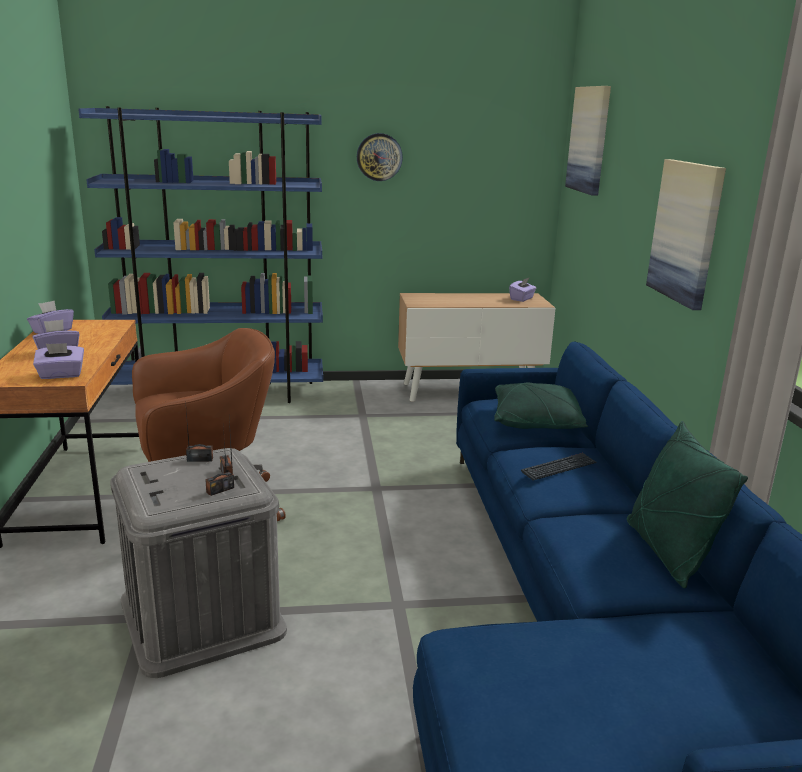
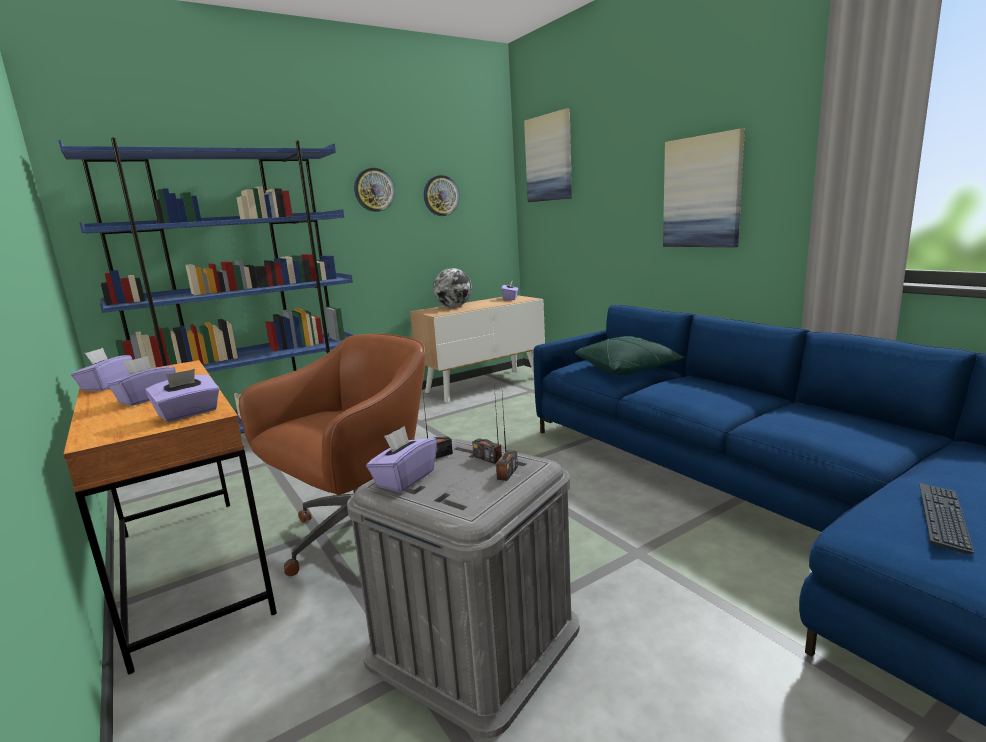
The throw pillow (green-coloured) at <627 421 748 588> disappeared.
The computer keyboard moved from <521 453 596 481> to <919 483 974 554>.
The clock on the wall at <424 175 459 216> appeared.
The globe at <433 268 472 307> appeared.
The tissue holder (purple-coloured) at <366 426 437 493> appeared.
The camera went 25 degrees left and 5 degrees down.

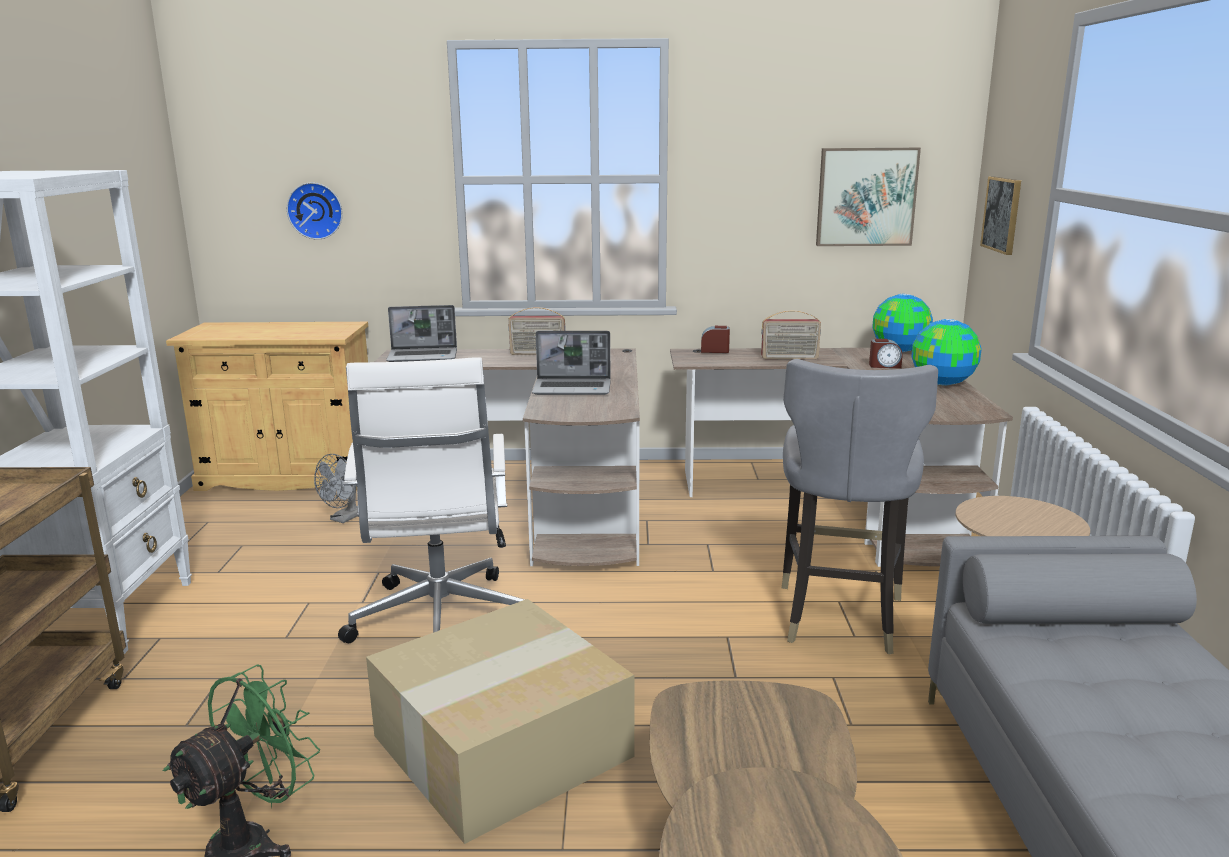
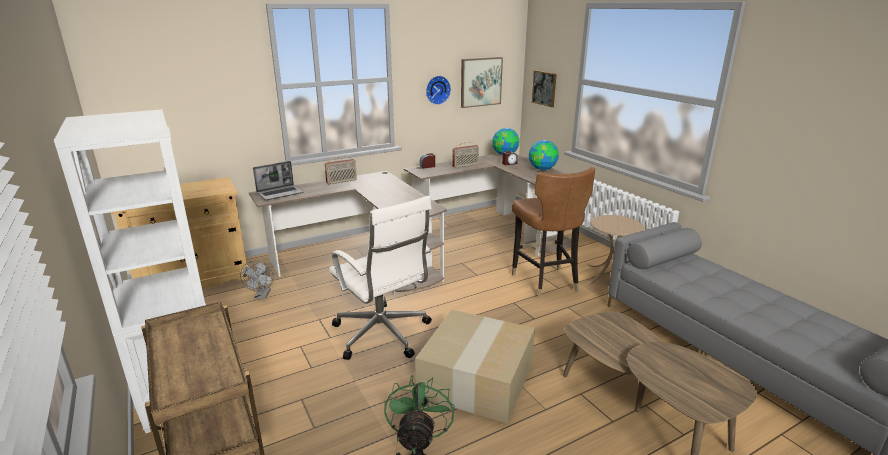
The clock on the wall moved from <287 182 343 240> to <426 76 451 105>.
The laptop at <532 331 611 395> disappeared.
The chair (grey) at <782 359 938 654> became the chair (brown) at <512 167 595 298>.
The camera went 30 degrees left and 5 degrees up.

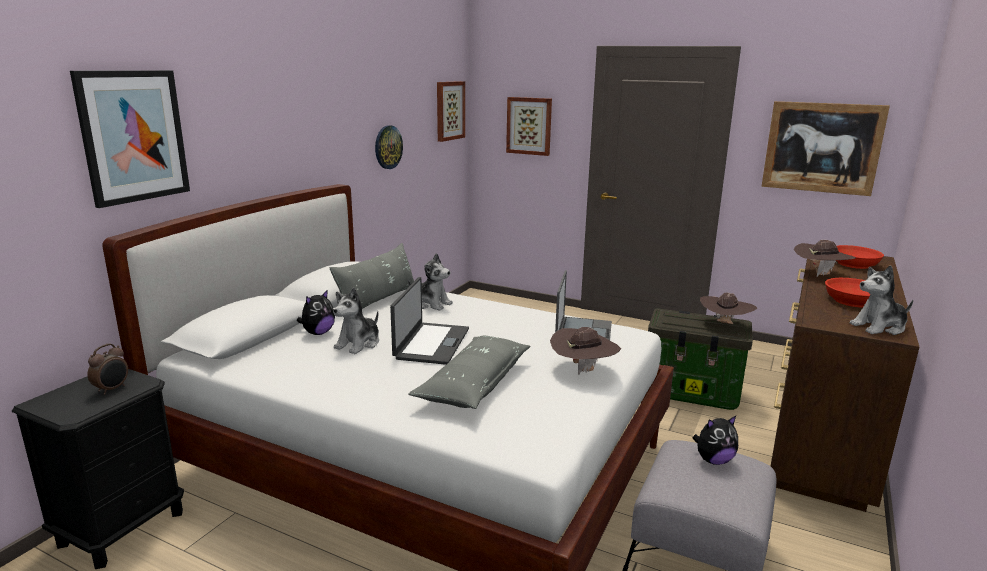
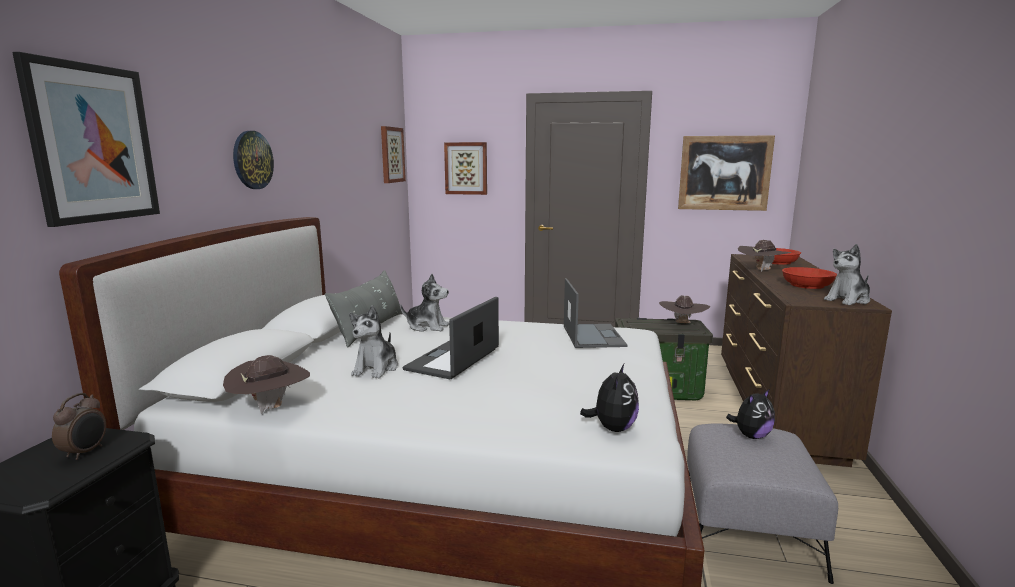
The clock on the wall moved from <375 125 403 169> to <233 131 274 189>.
The laptop at <390 277 469 365> turned 150 degrees counterclockwise.
The plush toy moved from <297 289 335 335> to <580 364 639 432>.
The hat (brown) moved from <550 327 621 375> to <223 355 310 414>.
The throw pillow (grey) at <408 336 530 409> disappeared.
The camera went 15 degrees left and 5 degrees down.

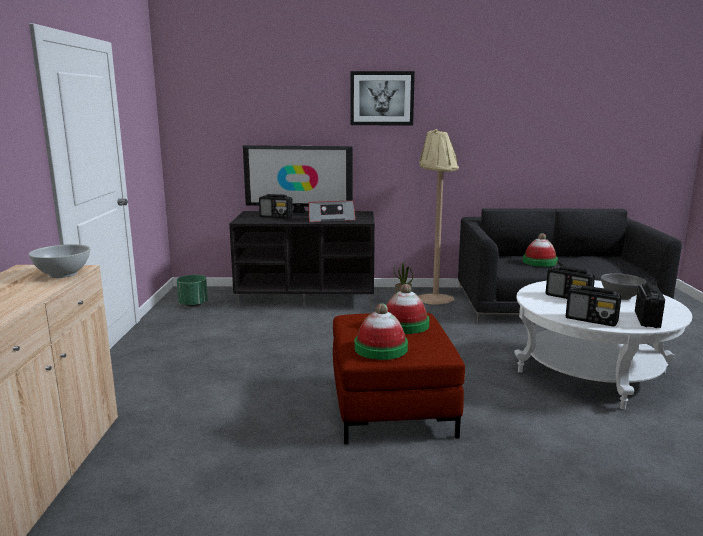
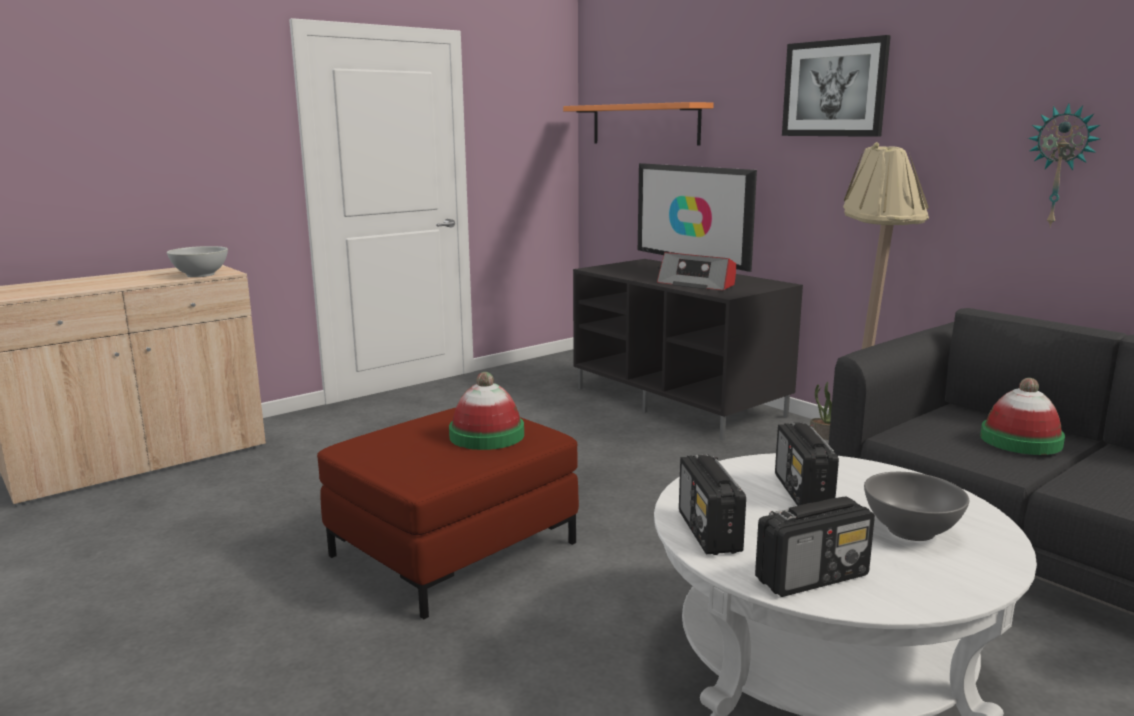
The radio at <259 194 293 219> disappeared.
The flower pot (green-coloured) at <177 275 208 307> disappeared.
The hat at <355 303 408 360> disappeared.
The bracket shelf (orange-coloured) at <563 102 714 146> appeared.
The clock on the wall at <1028 103 1100 228> appeared.
The camera went 50 degrees right and 0 degrees up.

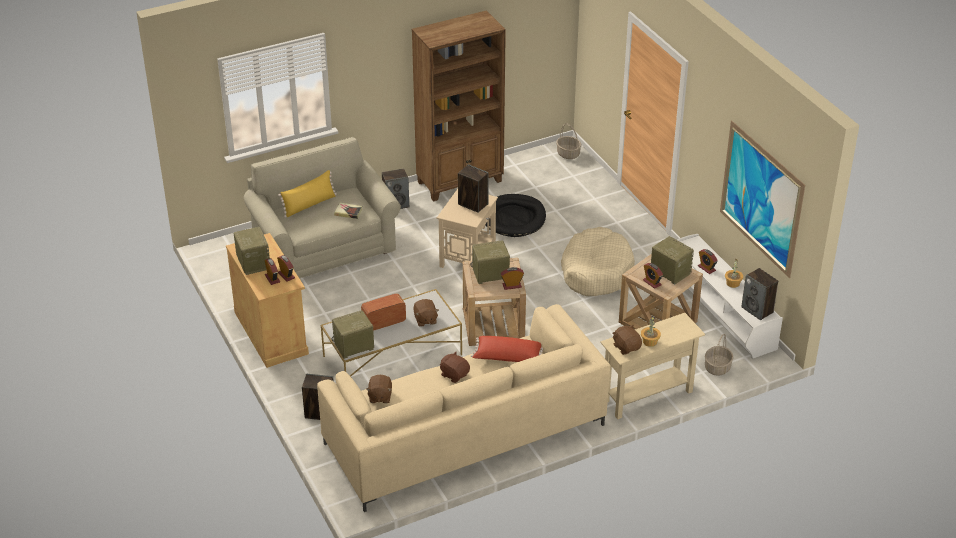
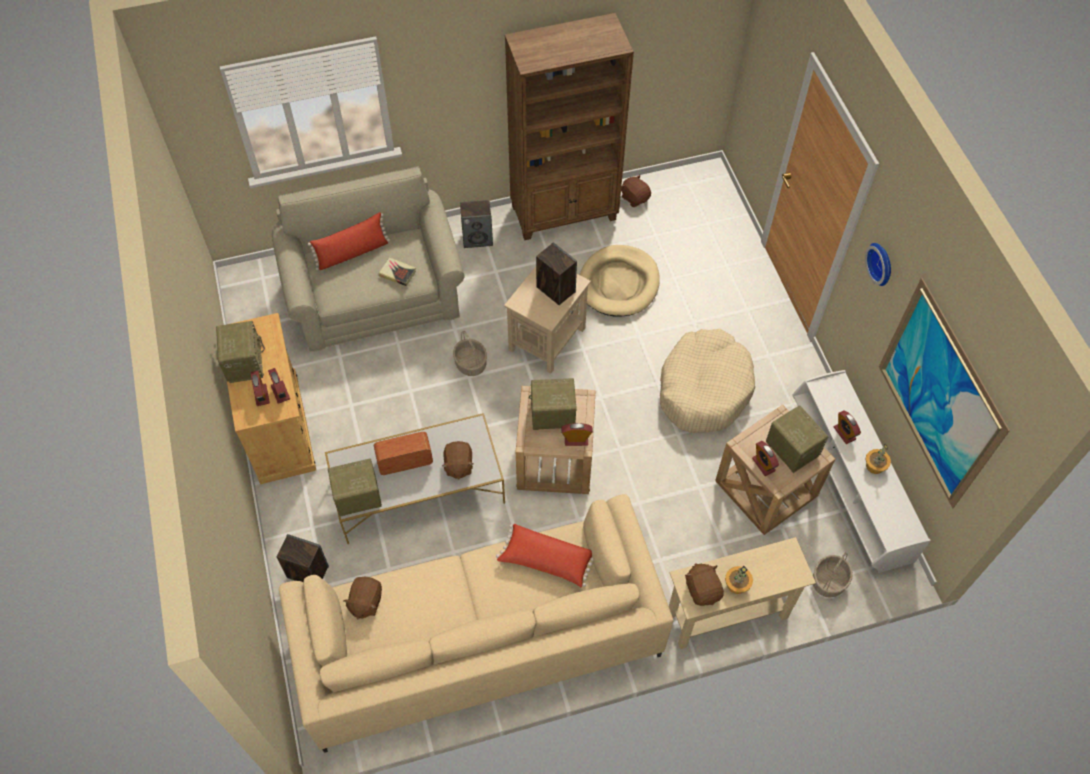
The basket moved from <556 123 581 159> to <453 331 487 376>.
The throw pillow (yellow-coloured) at <278 170 337 218> became the throw pillow (red) at <308 212 390 270>.
The dog bed (black) at <485 194 546 237> became the dog bed (beige-coloured) at <580 245 660 317>.
The loudspeaker at <741 268 778 320> disappeared.
The plush toy (brown) moved from <440 352 470 383> to <621 175 651 207>.
The clock on the wall at <865 243 891 286> appeared.
The camera went 10 degrees right and 20 degrees up.

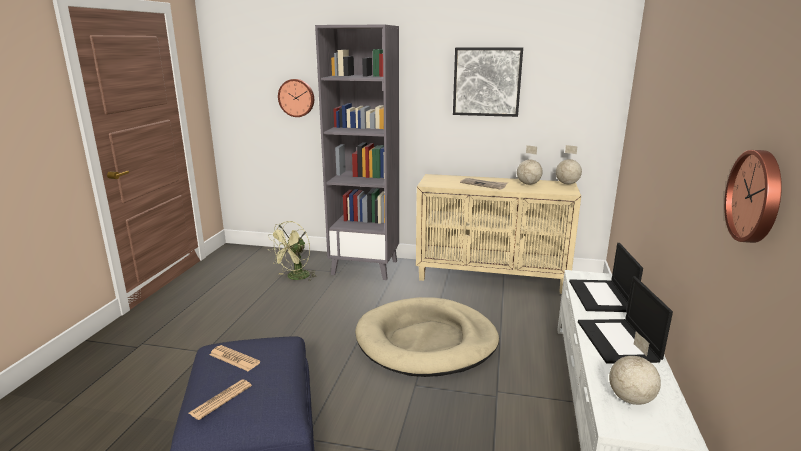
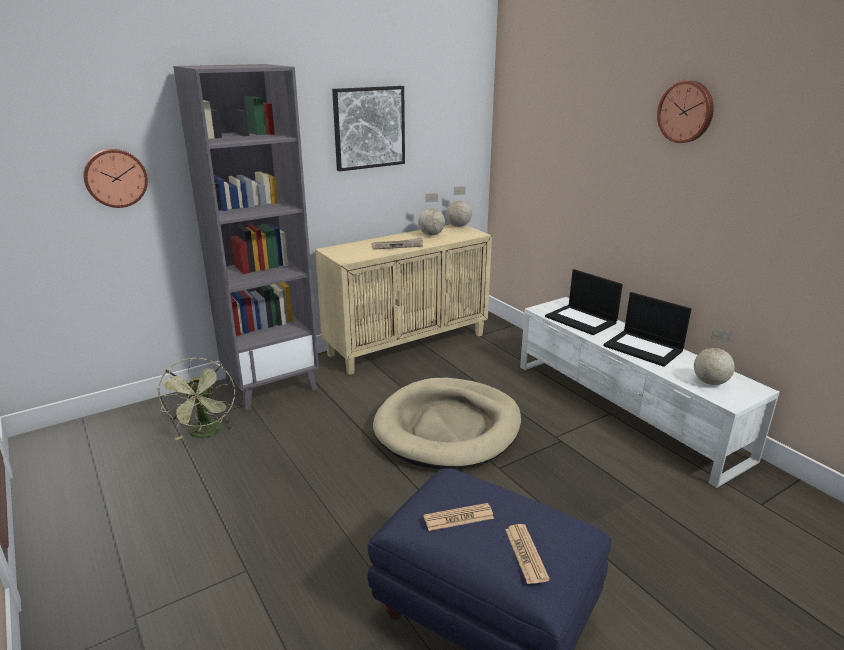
The clock on the wall moved from <724 150 782 243> to <657 81 714 143>.
The camera went 45 degrees left and 5 degrees up.

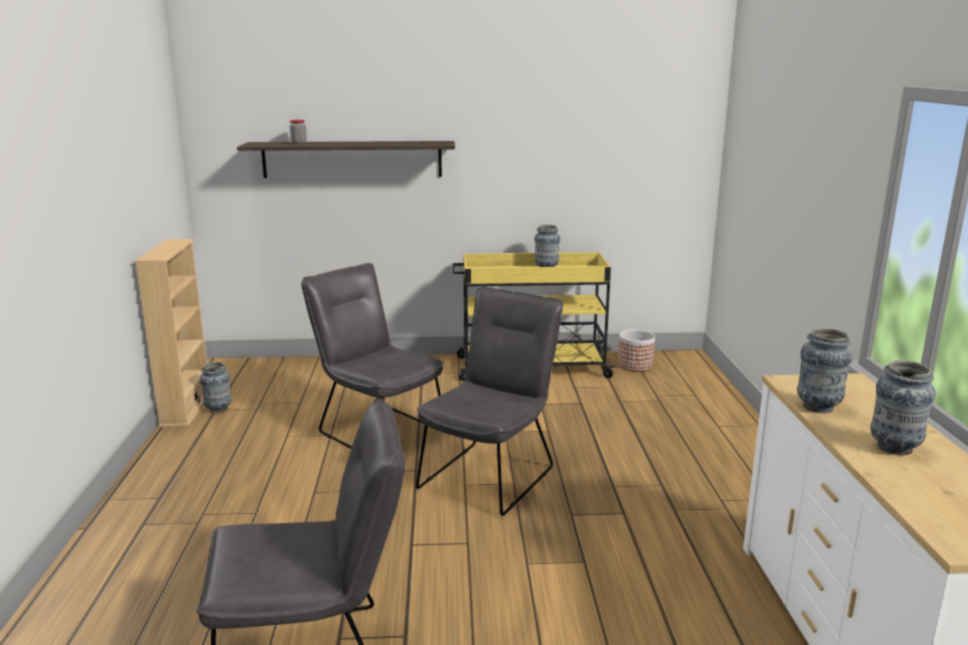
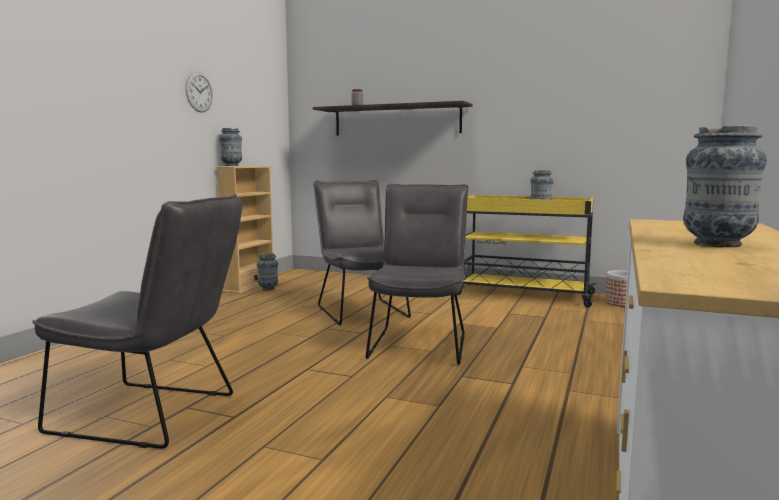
The chair (grey) at <416 286 563 516> turned 45 degrees counterclockwise.
The flower vase moved from <797 328 853 413> to <219 128 242 166>.
The clock on the wall at <186 72 213 113> appeared.
The camera went 25 degrees right and 10 degrees down.

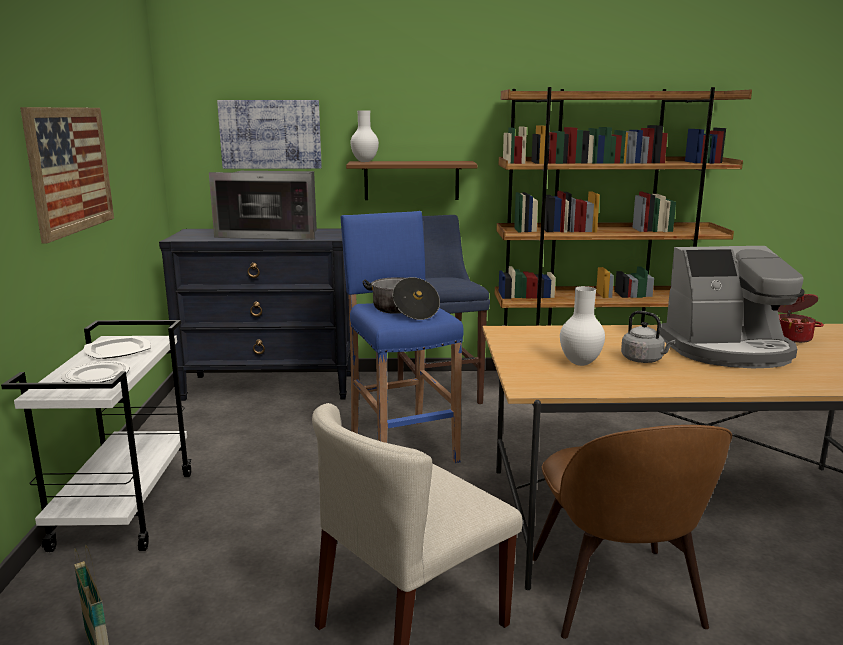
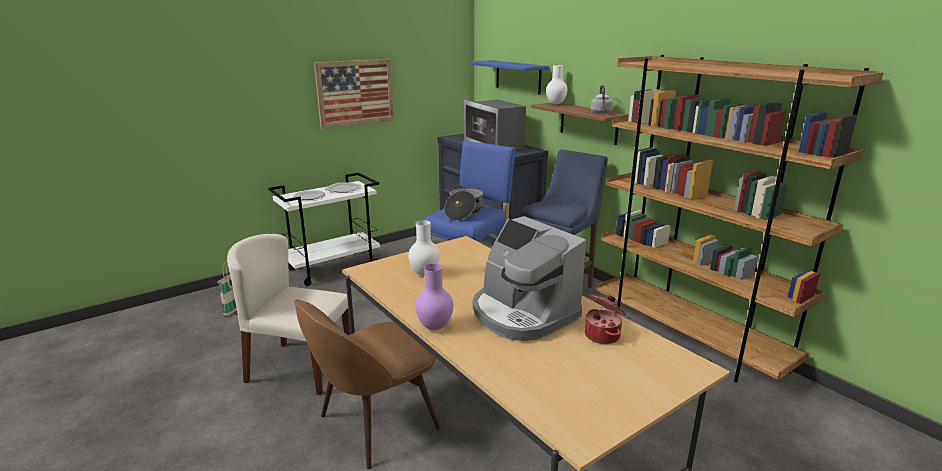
The wall art at <217 100 322 169> was replaced by the bracket shelf (blue-coloured) at <468 60 549 95>.
The kettle (grey) moved from <621 311 675 363> to <591 85 614 114>.
The flower vase (purple-coloured) at <415 264 453 330> appeared.
The camera went 55 degrees right and 5 degrees up.

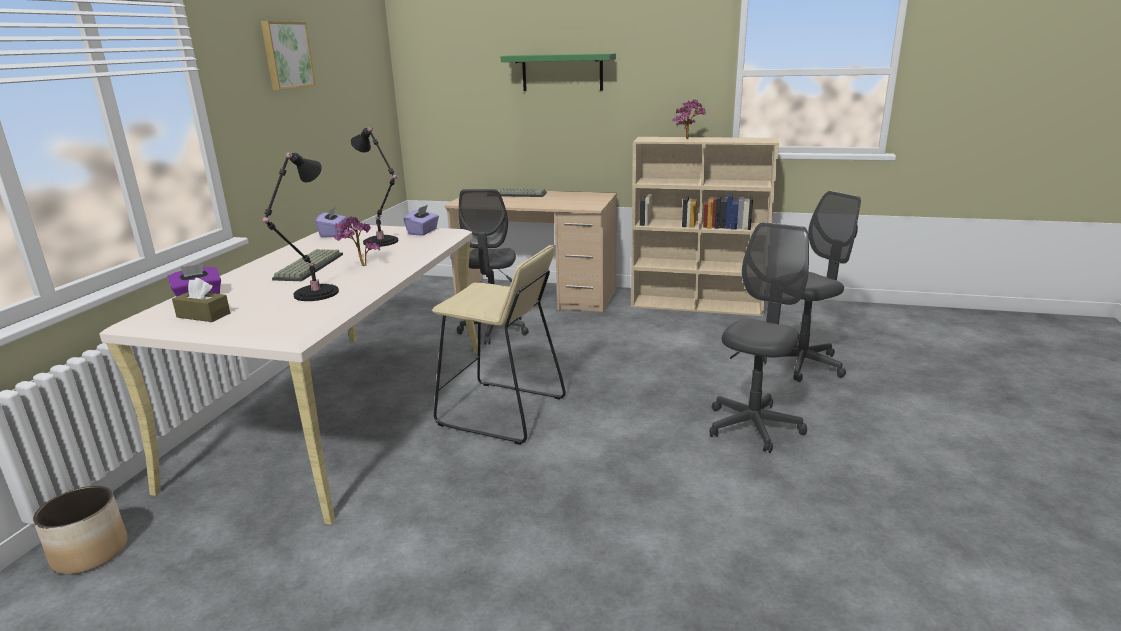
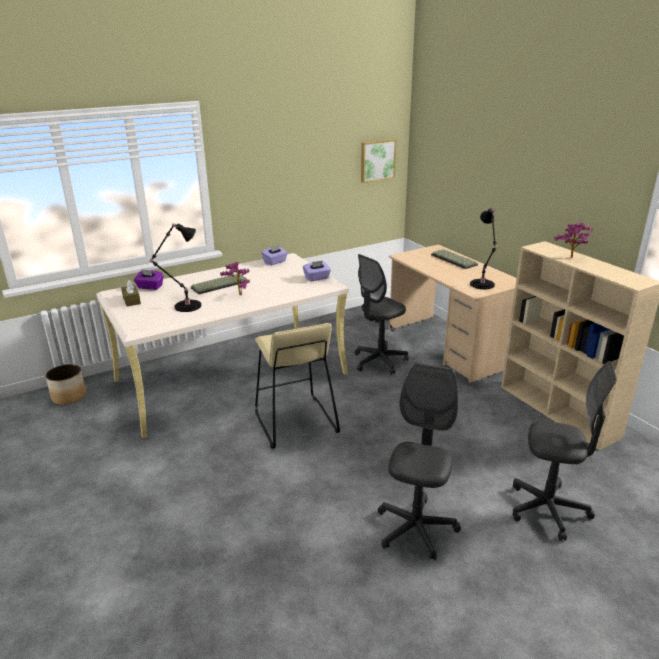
The wall art moved from <261 21 316 90> to <361 139 396 183>.
The bracket shelf (green-coloured) at <500 53 616 91> disappeared.
The tabletop lamp (black) moved from <351 127 399 247> to <470 208 498 289>.
The desk chair (grey) at <710 222 809 453> turned 60 degrees counterclockwise.
The camera went 45 degrees right and 5 degrees up.

